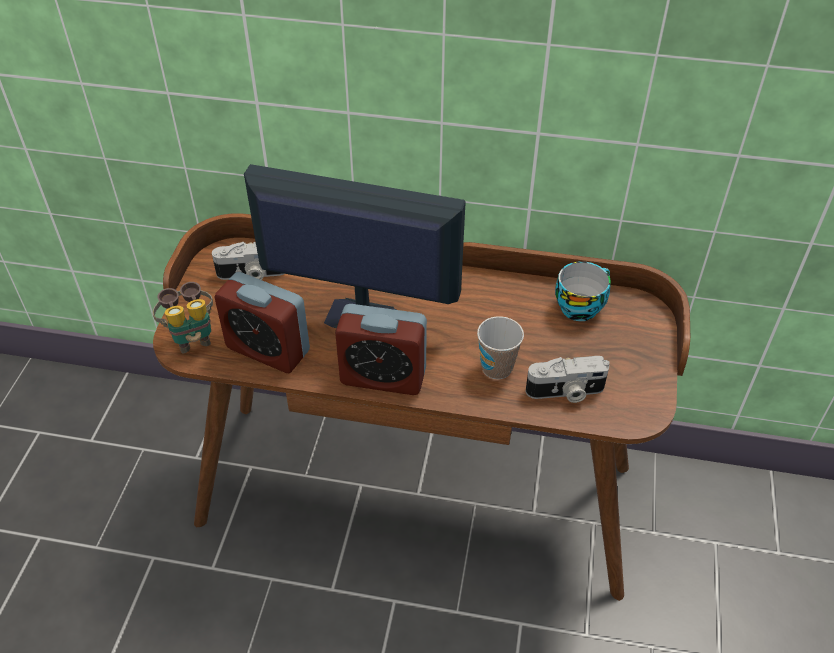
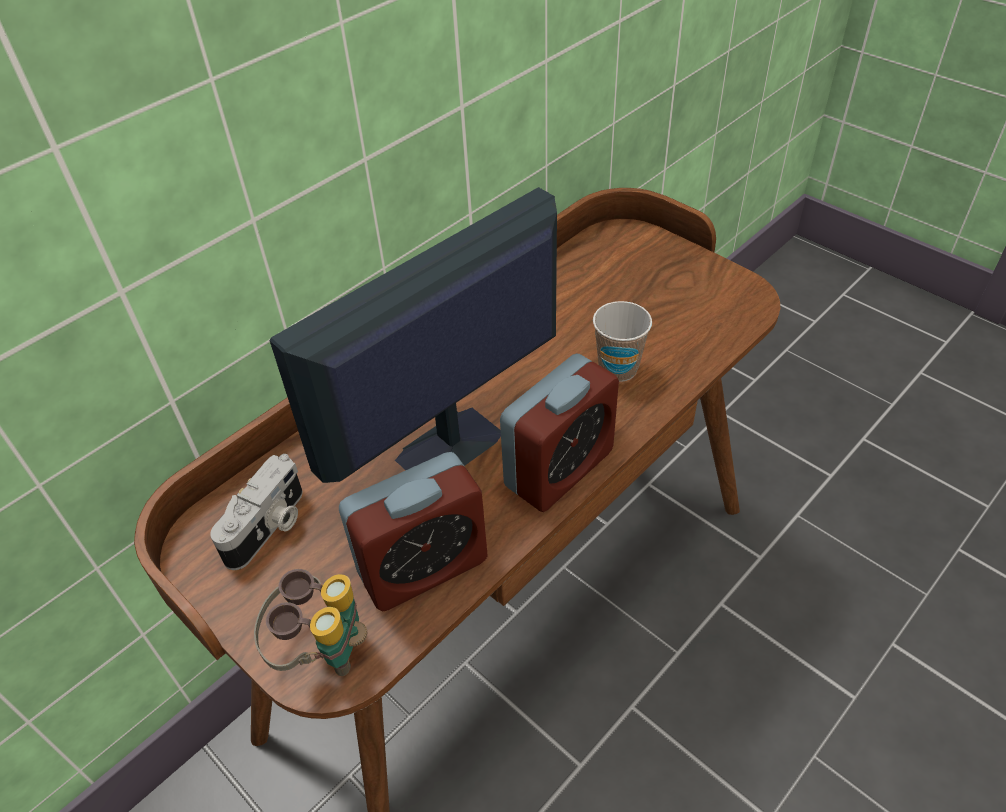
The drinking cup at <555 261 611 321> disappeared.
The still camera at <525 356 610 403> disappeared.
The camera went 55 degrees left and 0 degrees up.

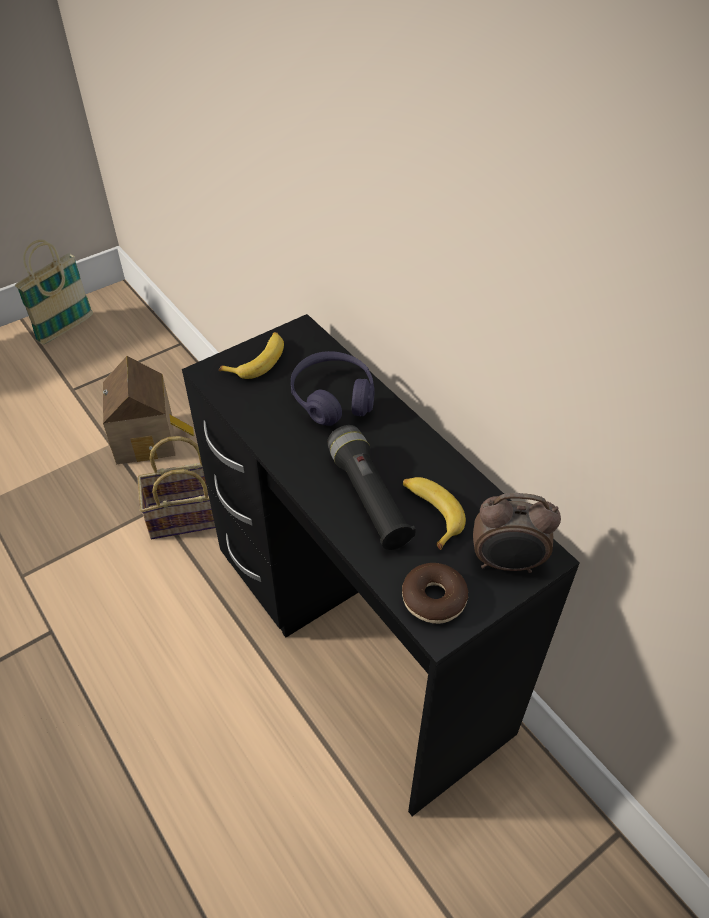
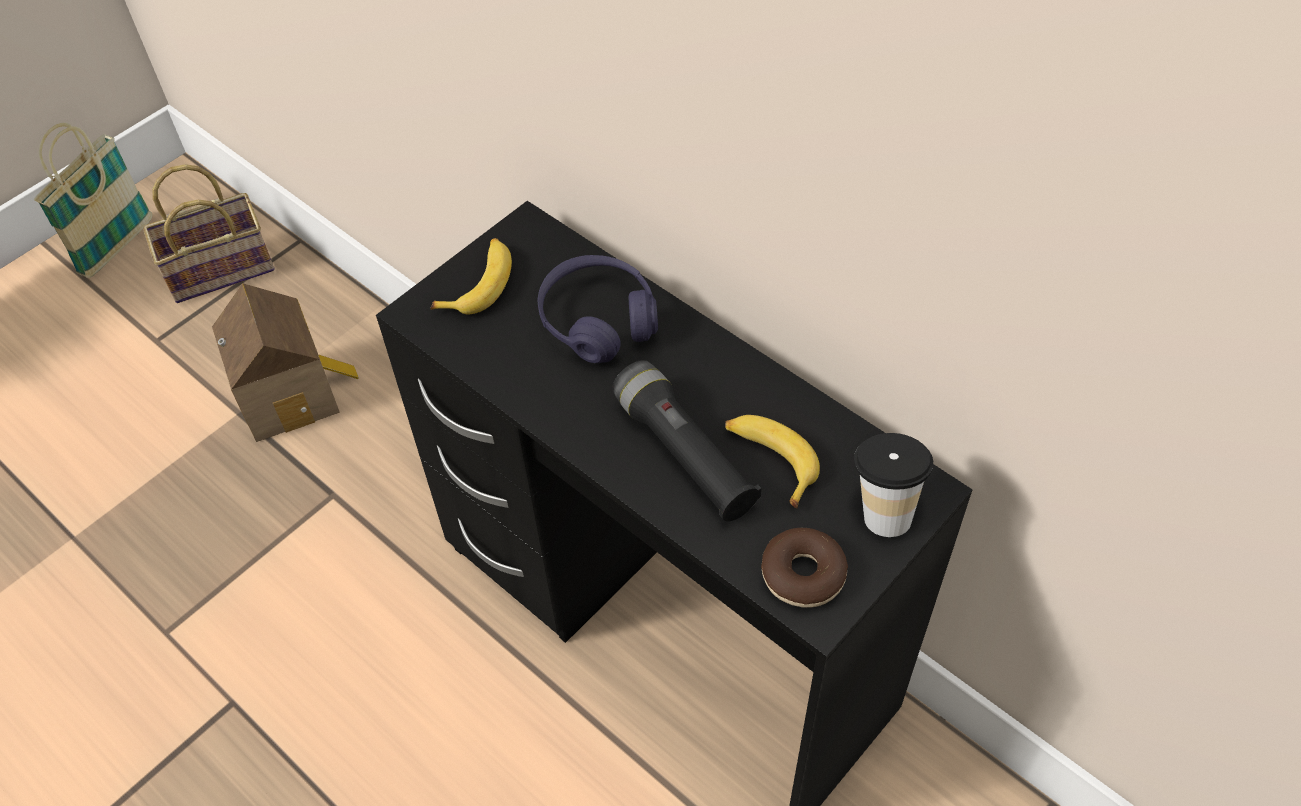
The basket moved from <137 436 215 539> to <143 164 274 303>.
The table clock at <473 493 561 573> was replaced by the drinking cup at <854 433 933 537>.
The camera went 10 degrees left and 5 degrees up.

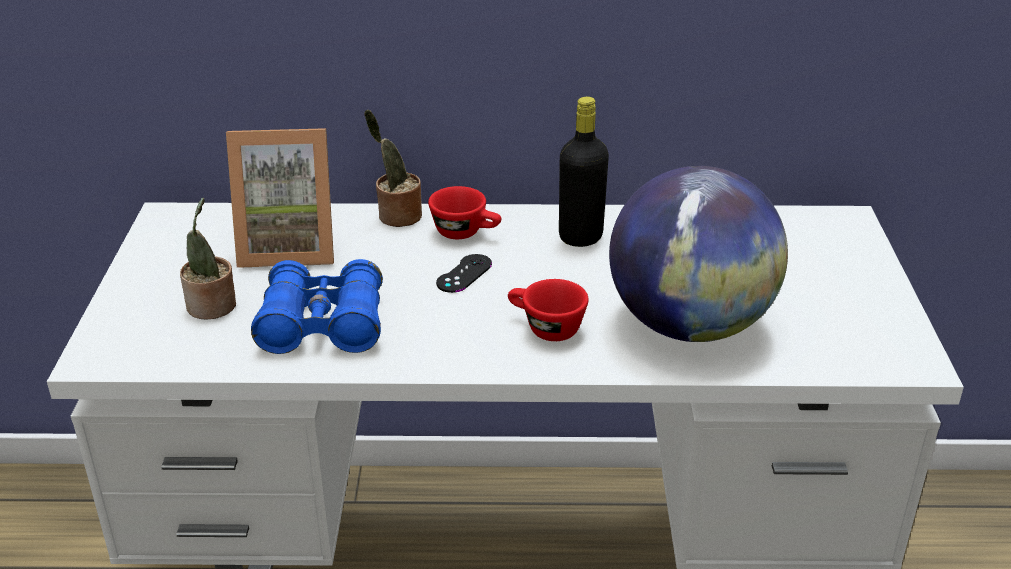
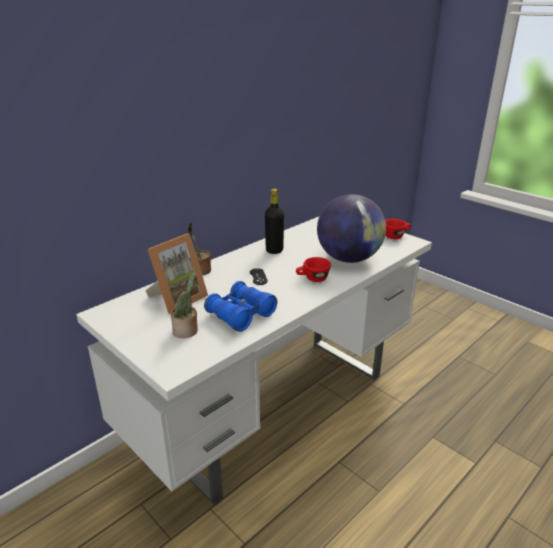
The drinking cup (red) moved from <428 186 501 239> to <385 219 411 239>.
The camera went 45 degrees left and 5 degrees down.

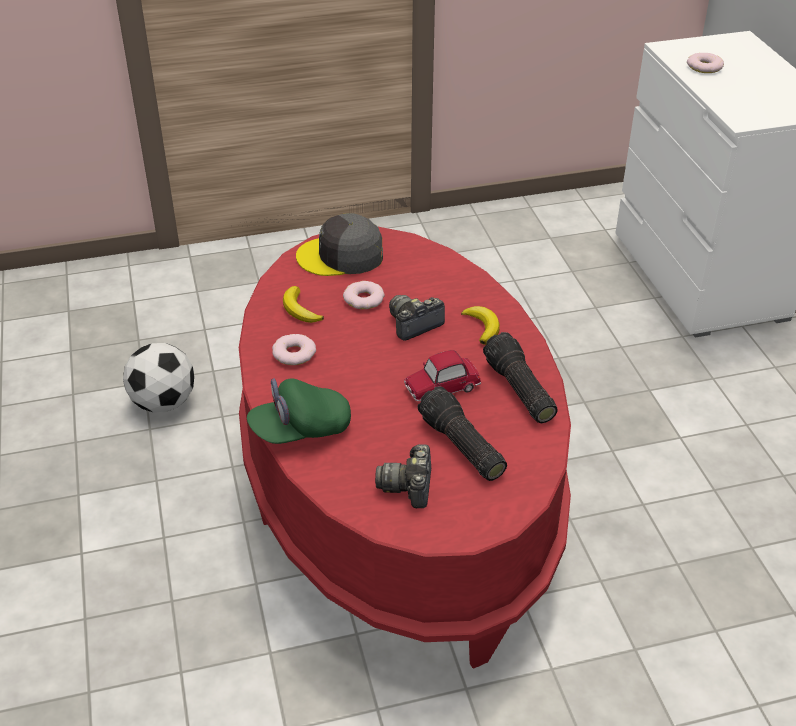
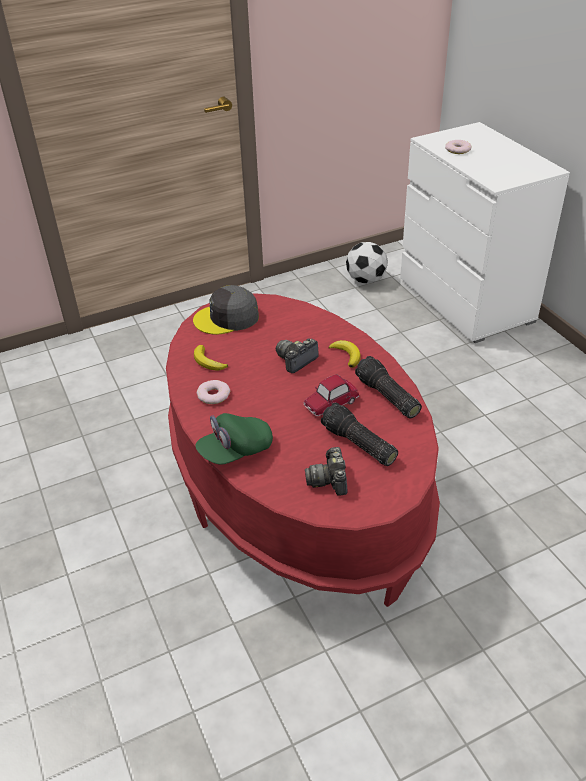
The donut at <343 281 385 309> disappeared.
The football ball moved from <123 343 194 412> to <346 242 388 284>.
The camera went 10 degrees left and 0 degrees up.

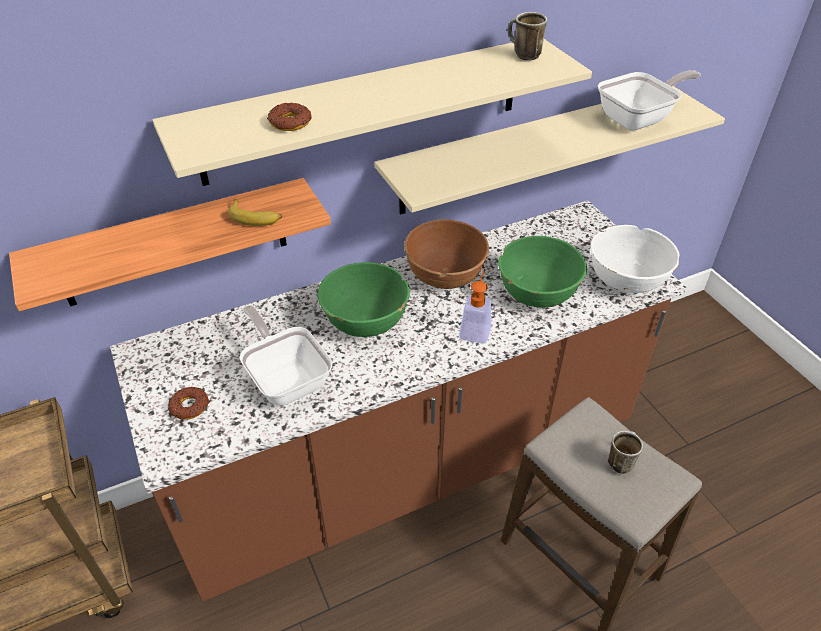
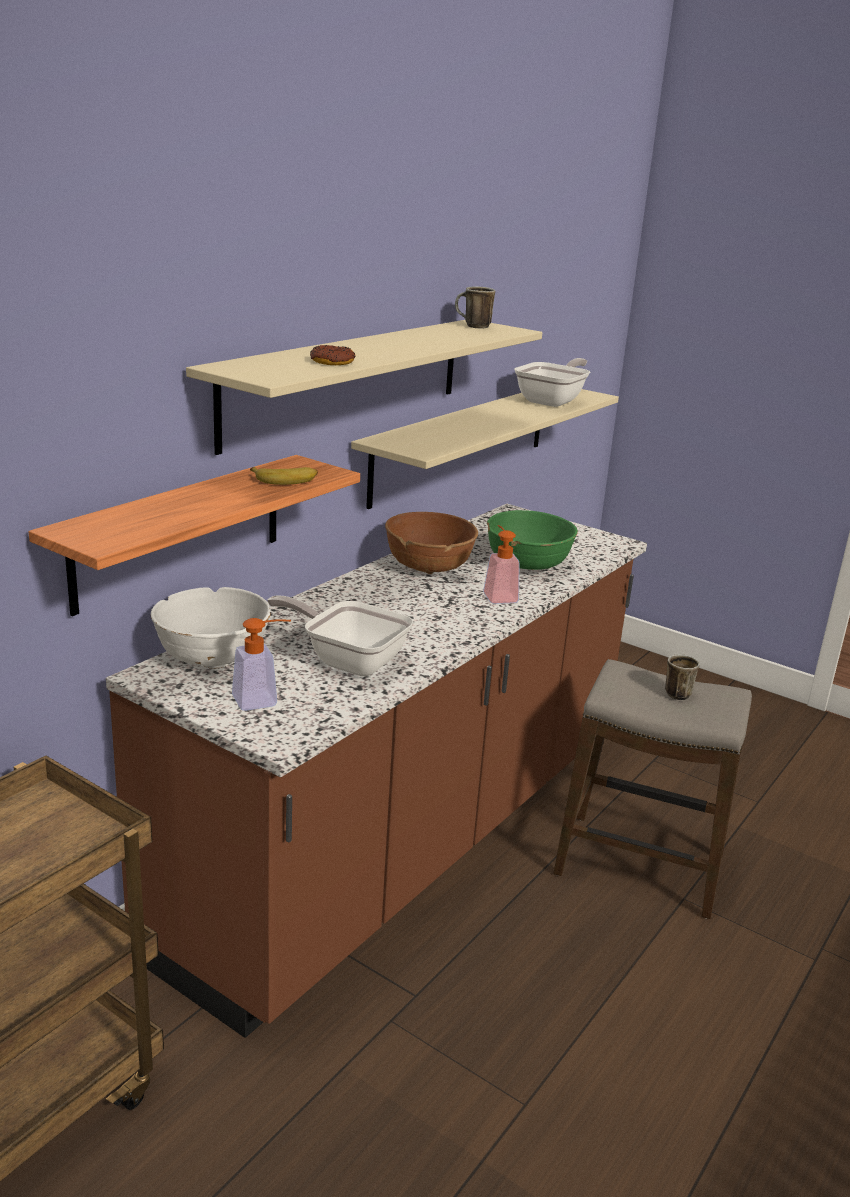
The bowl (whitish) moved from <590 225 679 293> to <151 587 271 669>.
The bowl (green-coloured) at <318 262 410 337> disappeared.
The donut at <168 387 209 420> was replaced by the liquid soap bottle at <232 618 291 711>.
The camera went 30 degrees left and 20 degrees down.

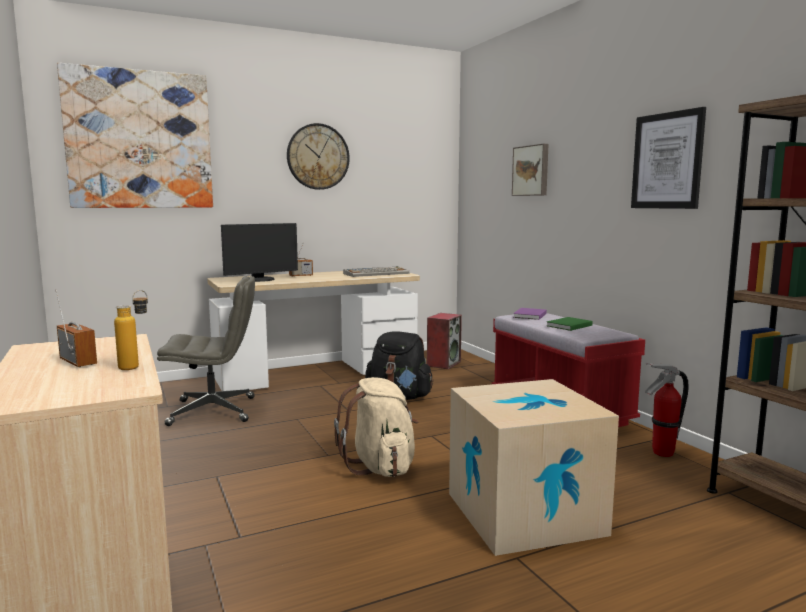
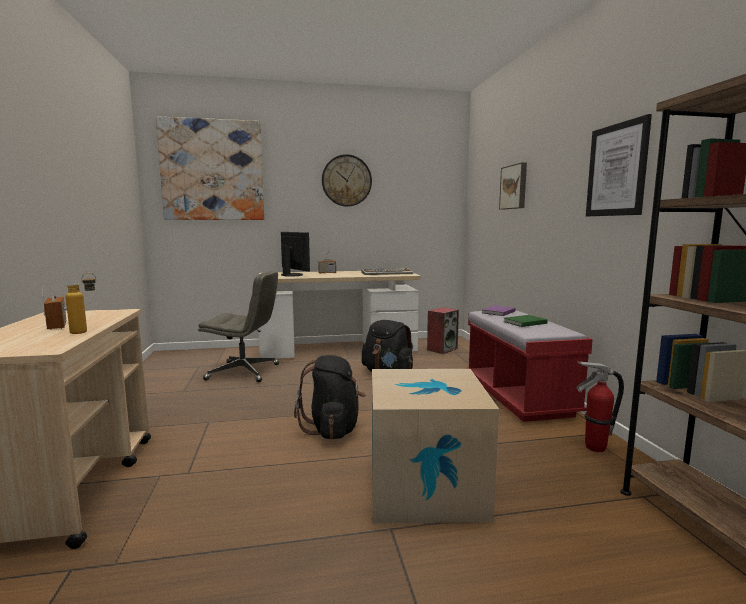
The computer screen at <221 223 298 282> turned 105 degrees counterclockwise.
The backpack (beige-coloured) at <334 377 419 477> became the backpack (black) at <294 355 365 440>.
The camera went 15 degrees right and 0 degrees up.

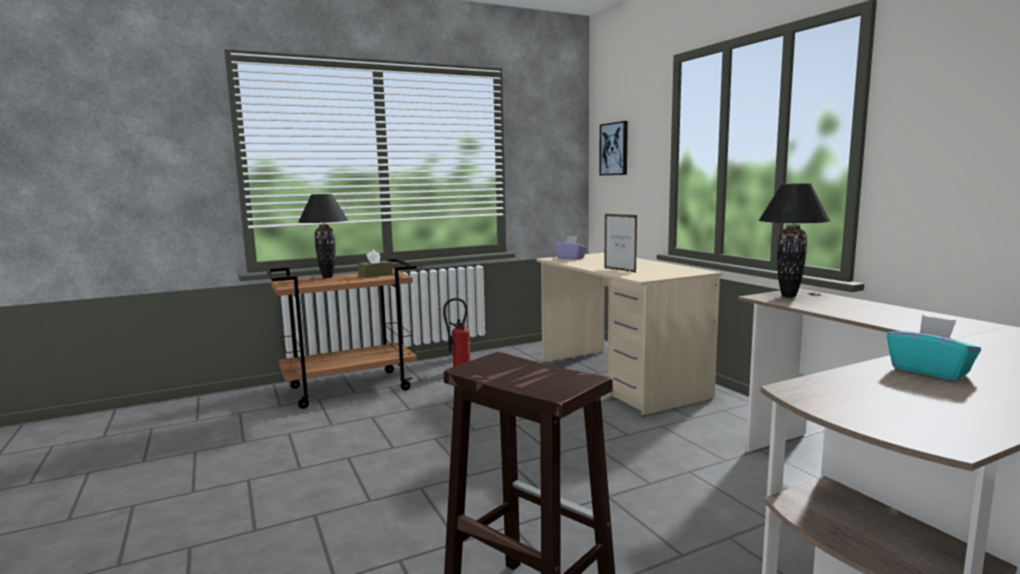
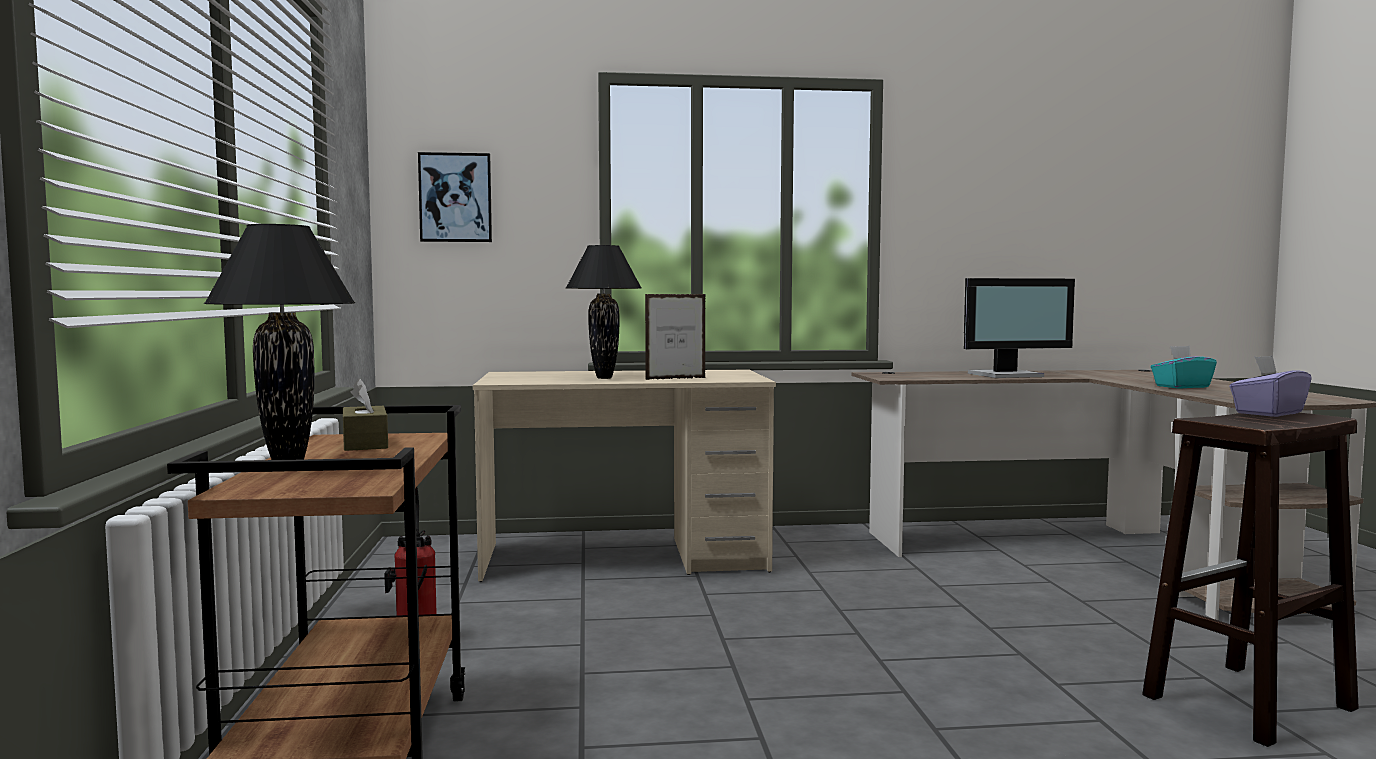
The tabletop lamp (black) moved from <759 183 831 298> to <566 245 642 379>.
The tissue holder (purple-coloured) moved from <554 236 587 260> to <1229 355 1312 417>.
The computer screen at <964 278 1075 378> appeared.
The camera went 70 degrees left and 5 degrees down.

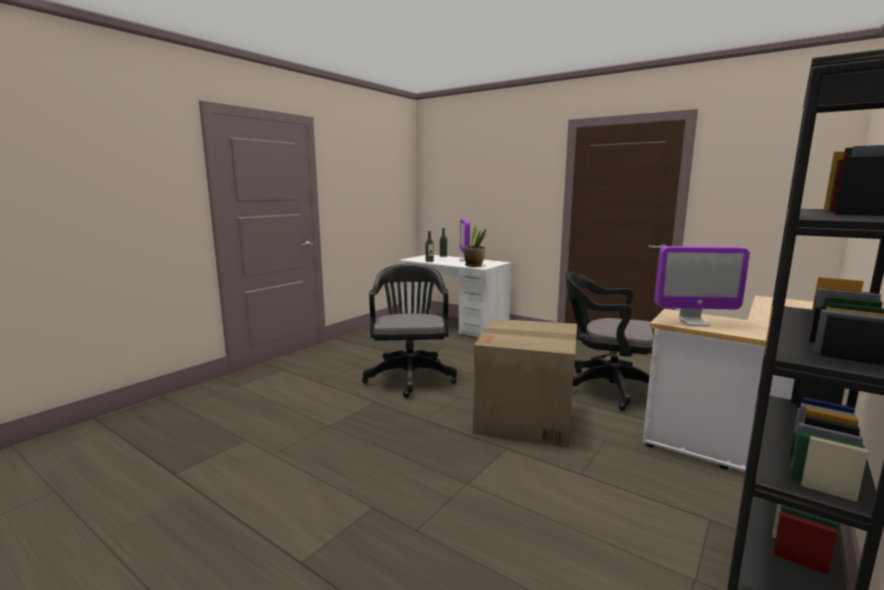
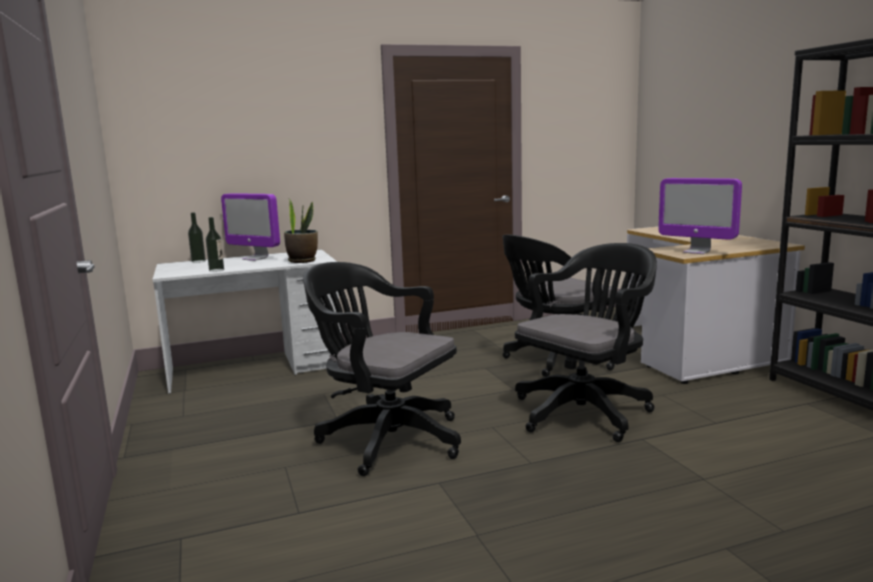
The computer screen at <654 246 750 326> turned 90 degrees clockwise.
The packing box at <473 319 577 448> was replaced by the desk chair (black) at <515 243 657 442>.
The camera went 55 degrees left and 0 degrees up.

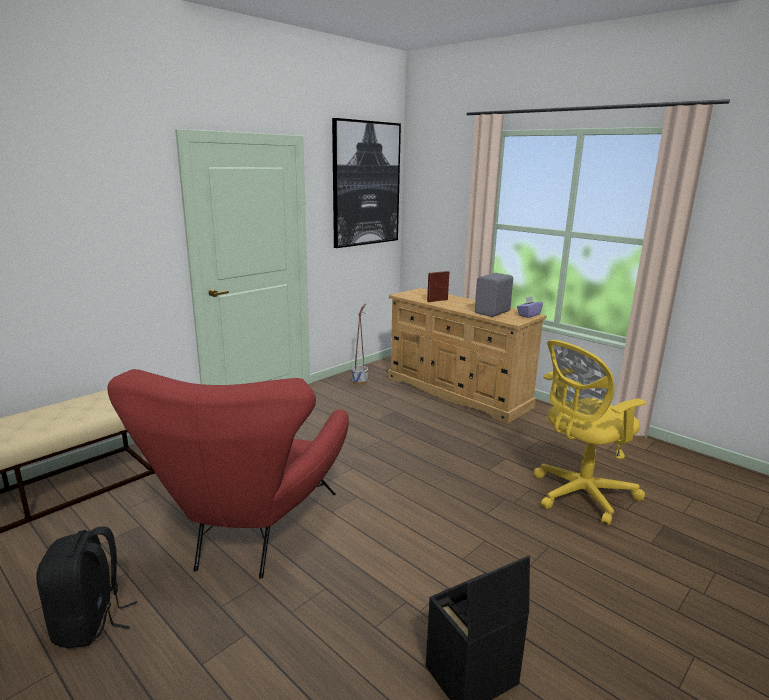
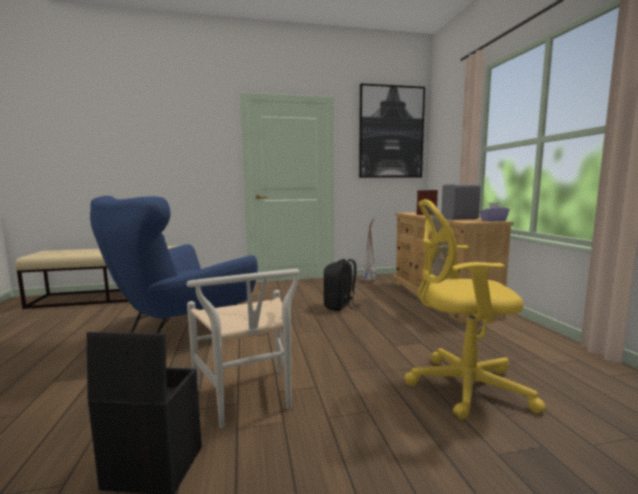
The armchair (red) at <107 369 349 579> became the armchair (blue-coloured) at <90 196 258 334>.
The backpack (black) moved from <36 527 137 648> to <324 259 357 311>.
The chair (whitish) at <187 269 299 428> appeared.
The camera went 35 degrees right and 10 degrees down.

